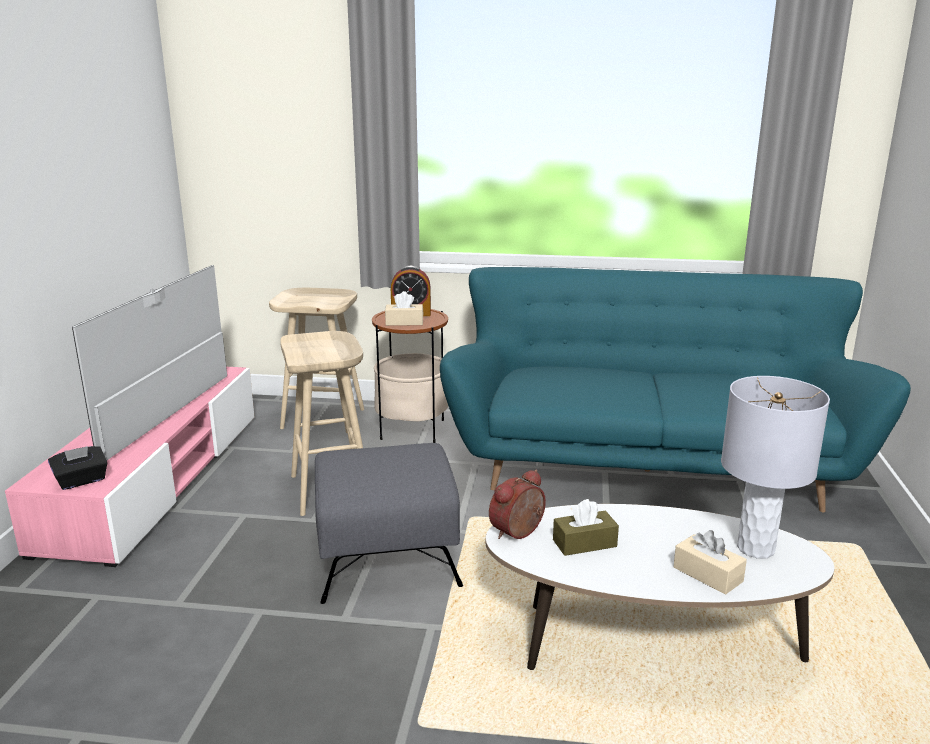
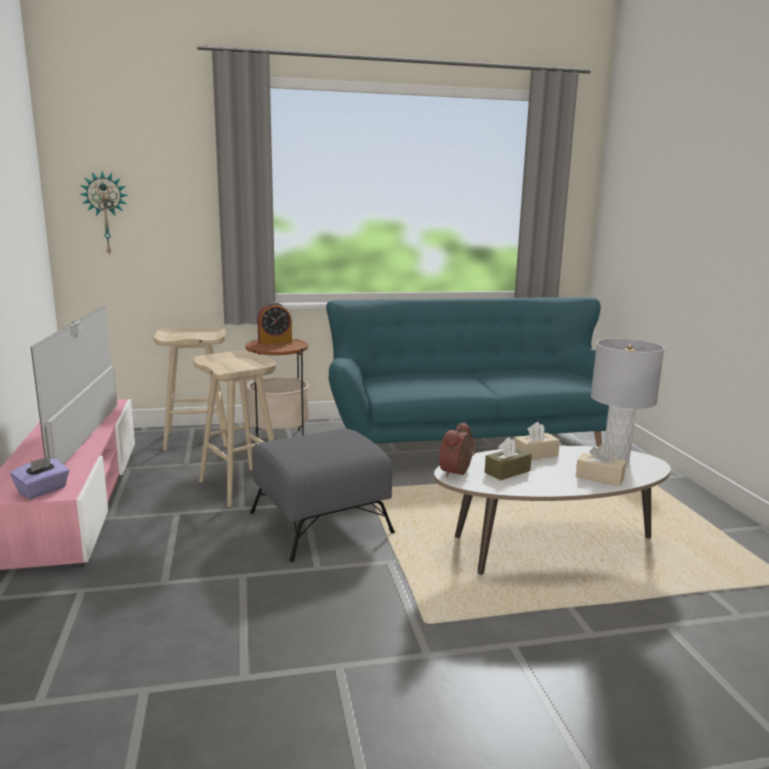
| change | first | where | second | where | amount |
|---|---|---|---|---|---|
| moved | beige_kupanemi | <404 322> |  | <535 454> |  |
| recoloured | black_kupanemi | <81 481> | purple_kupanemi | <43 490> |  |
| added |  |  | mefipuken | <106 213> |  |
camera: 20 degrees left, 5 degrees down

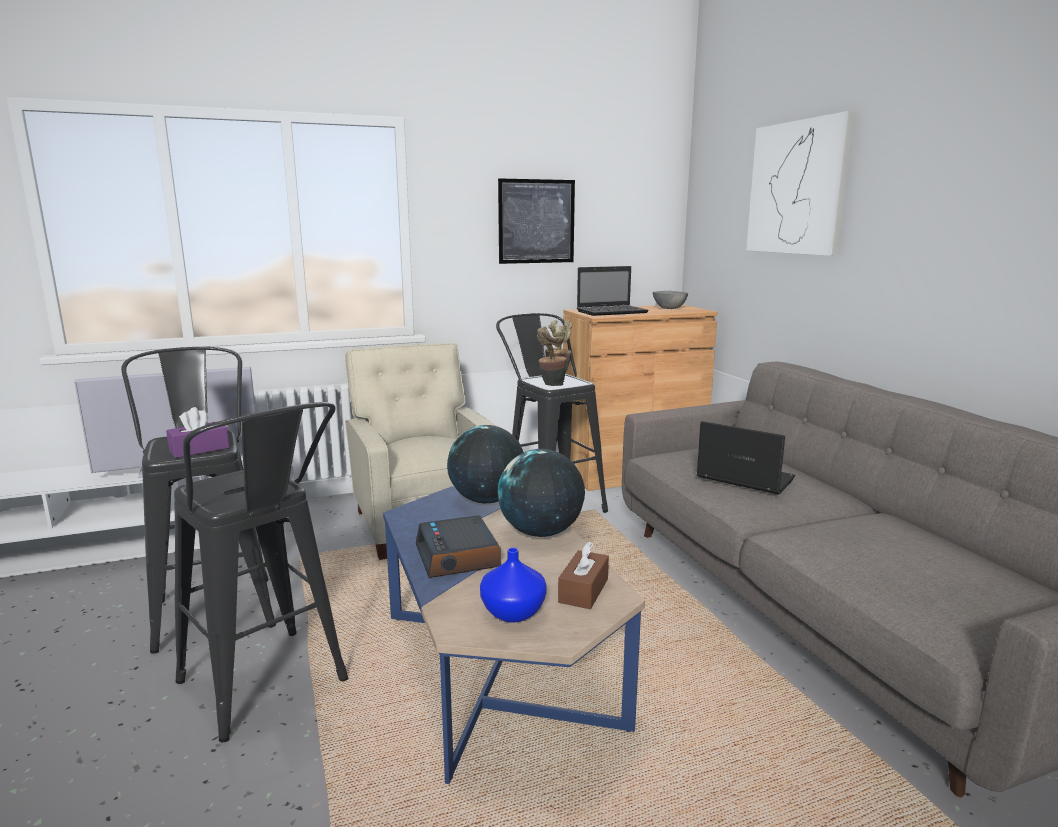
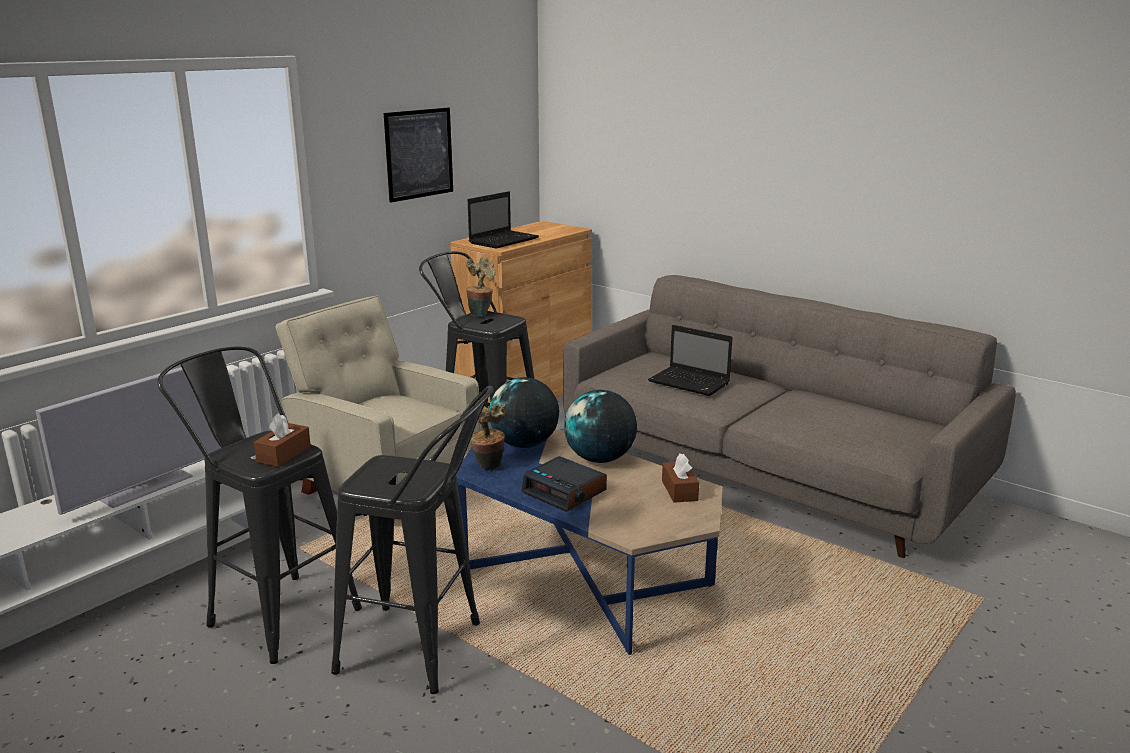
| change | first | where | second | where | amount |
|---|---|---|---|---|---|
| removed | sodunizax | <797 188> |  |  |  |
| removed | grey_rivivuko | <669 308> |  |  |  |
| moved | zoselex | <551 385> |  | <487 467> |  |
| recoloured | purple_kupanemi | <199 449> | brown_kupanemi | <284 454> |  |
| turned | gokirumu | <742 478> |  | <690 383> | 150 degrees counterclockwise |
| removed | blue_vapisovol | <513 613> |  |  |  |
camera: 30 degrees left, 5 degrees up

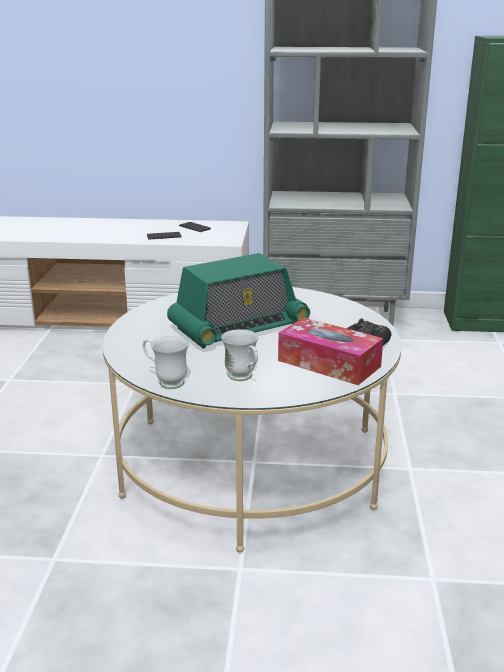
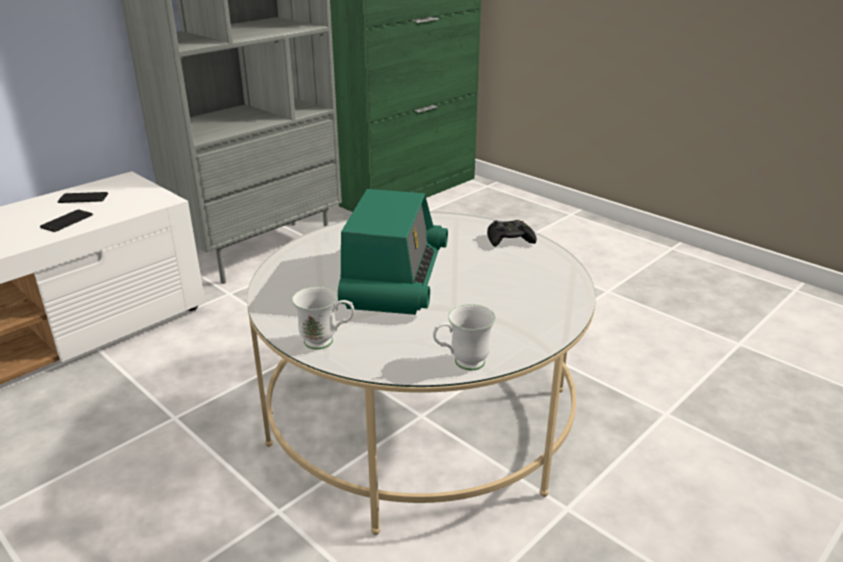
| change | first | where | second | where | amount |
|---|---|---|---|---|---|
| removed | kupanemi | <329 363> |  |  |  |
| moved | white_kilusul | <243 378> |  | <326 342> |  |
camera: 50 degrees left, 5 degrees up

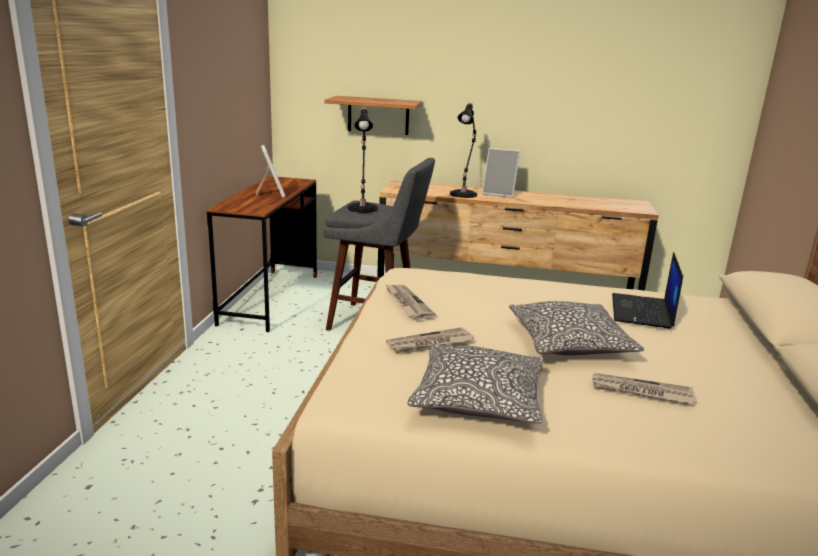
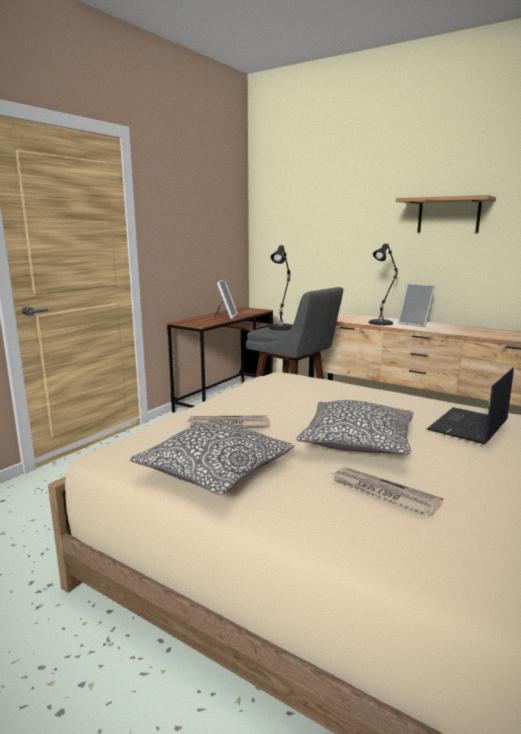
| change | first | where | second | where | amount |
|---|---|---|---|---|---|
| moved | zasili | <378 115> |  | <448 215> |  |
| removed | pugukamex | <407 303> |  |  |  |
camera: 25 degrees right, 5 degrees down

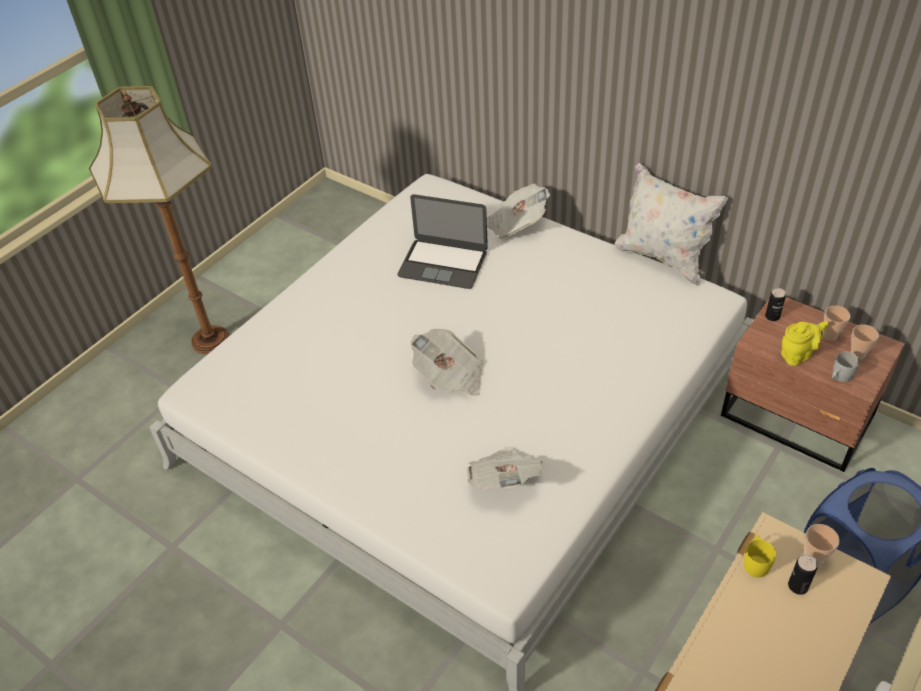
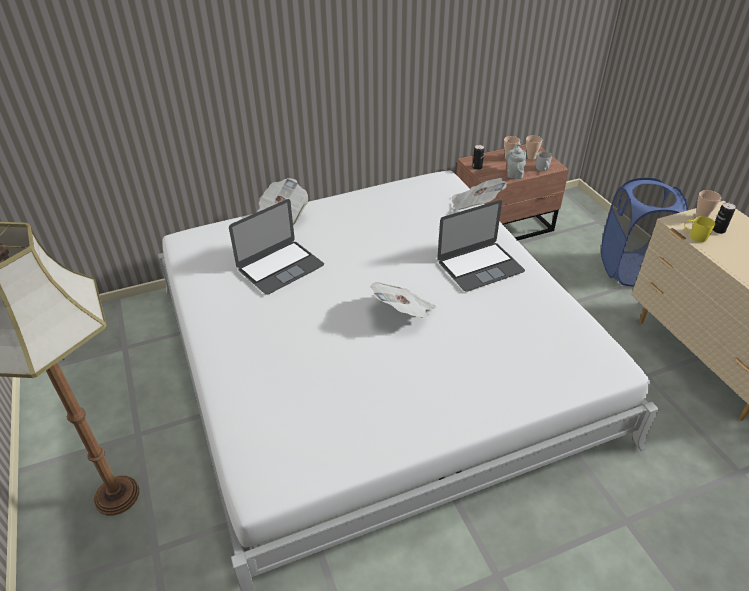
| change | first | where | second | where | amount |
|---|---|---|---|---|---|
| removed | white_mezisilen | <663 258> |  |  |  |
| recoloured | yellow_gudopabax | <797 355> | grey_gudopabax | <514 173> |  |
| moved | pugukamex | <504 480> |  | <475 206> |  |
| added |  |  | gokirumu | <480 266> |  |
camera: 60 degrees left, 5 degrees down

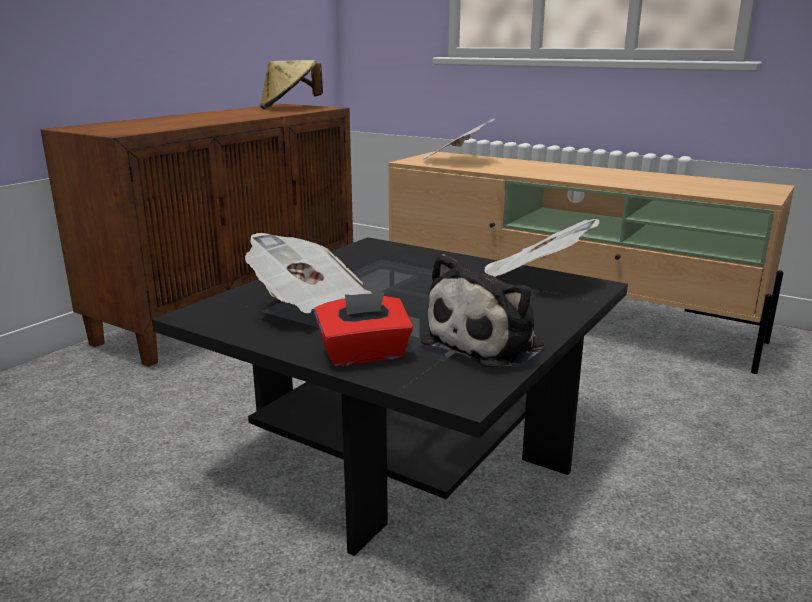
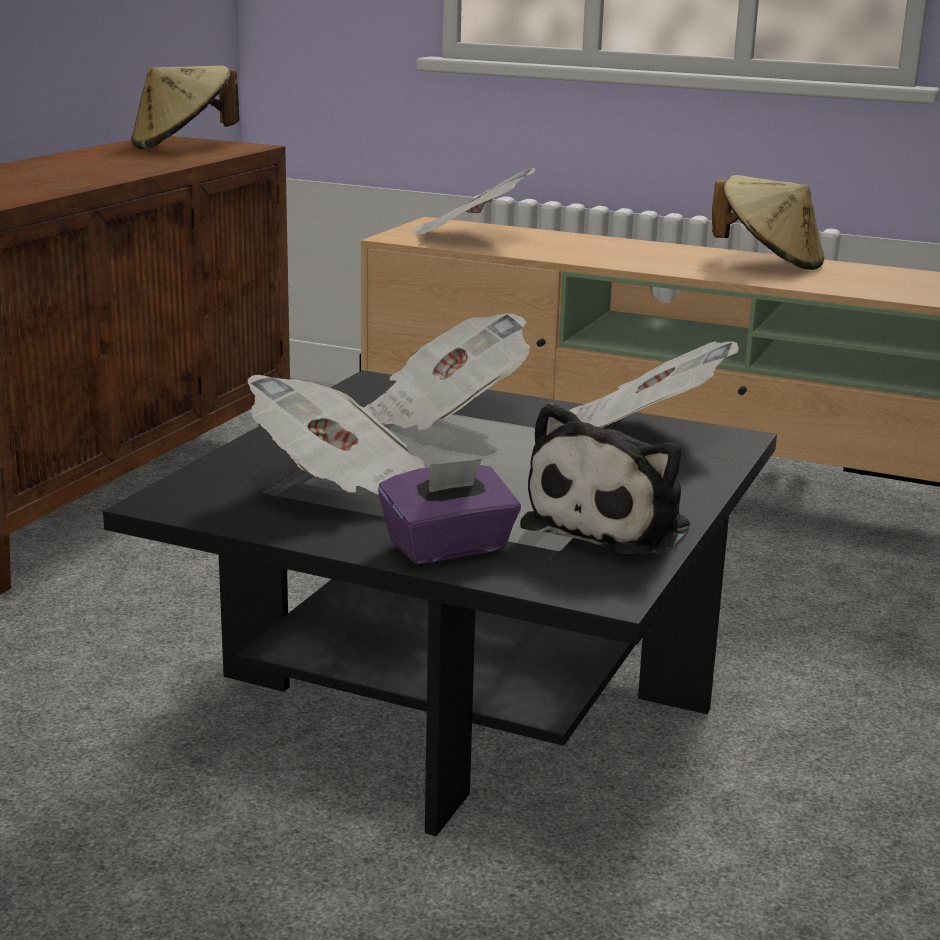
| change | first | where | second | where | amount |
|---|---|---|---|---|---|
| recoloured | red_kupanemi | <364 355> | purple_kupanemi | <449 548> |  |
| added |  |  | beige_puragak | <768 262> |  |
| added |  |  | pugukamex | <444 414> |  |
camera: 10 degrees left, 0 degrees up

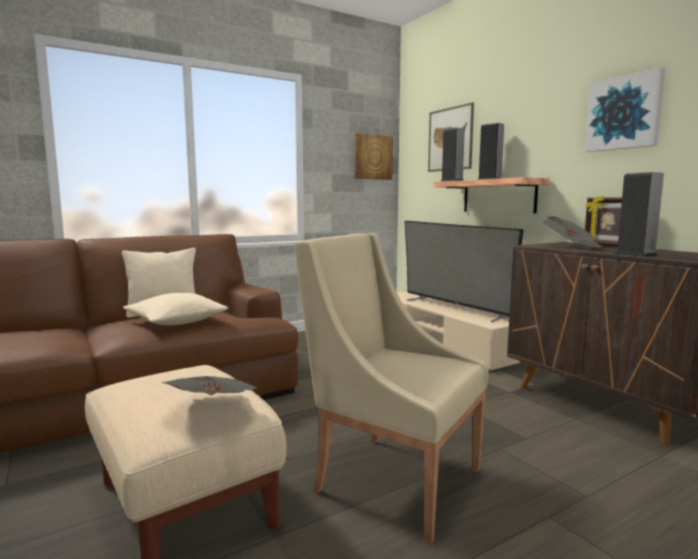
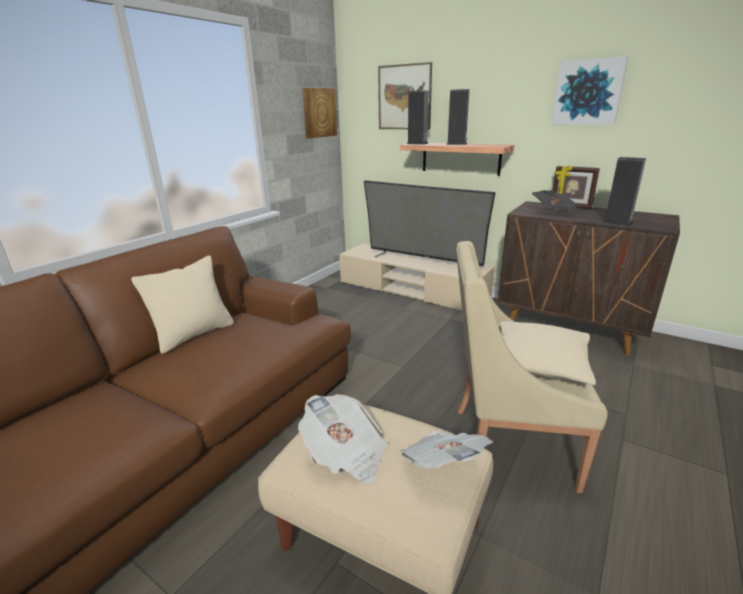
| change | first | where | second | where | amount |
|---|---|---|---|---|---|
| moved | beige_mezisilen | <176 321> |  | <539 363> |  |
| added |  |  | pugukamex | <346 454> |  |
camera: 25 degrees left, 15 degrees up

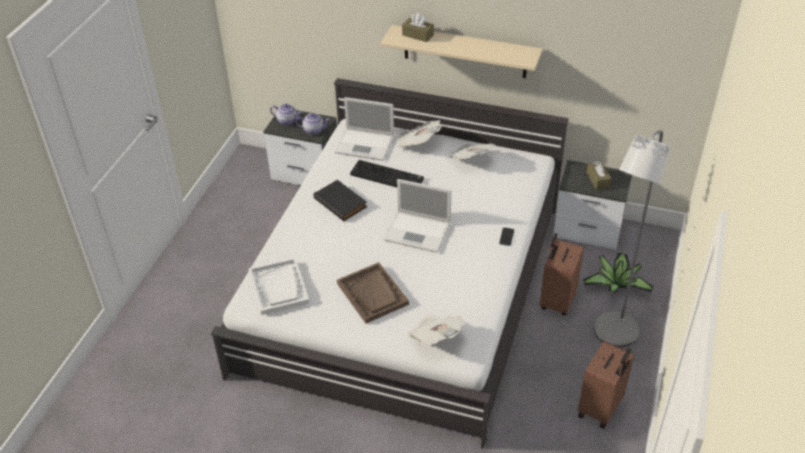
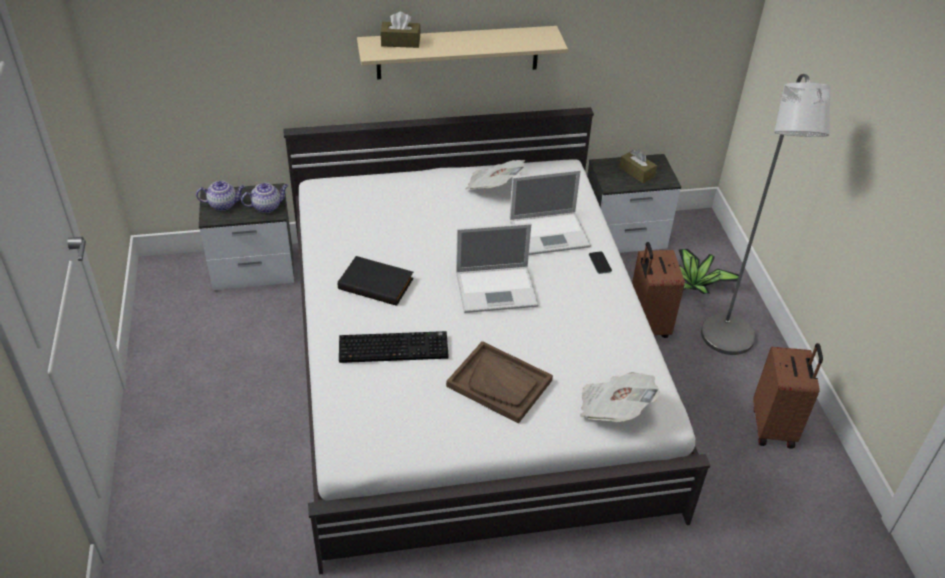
| change | first | where | second | where | amount |
|---|---|---|---|---|---|
| moved | gokirumu | <366 144> |  | <550 233> |  |
| removed | pugukamex | <418 143> |  |  |  |
| moved | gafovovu | <388 176> |  | <394 347> |  |
| removed | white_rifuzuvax | <279 287> |  |  |  |
camera: 30 degrees left, 0 degrees up

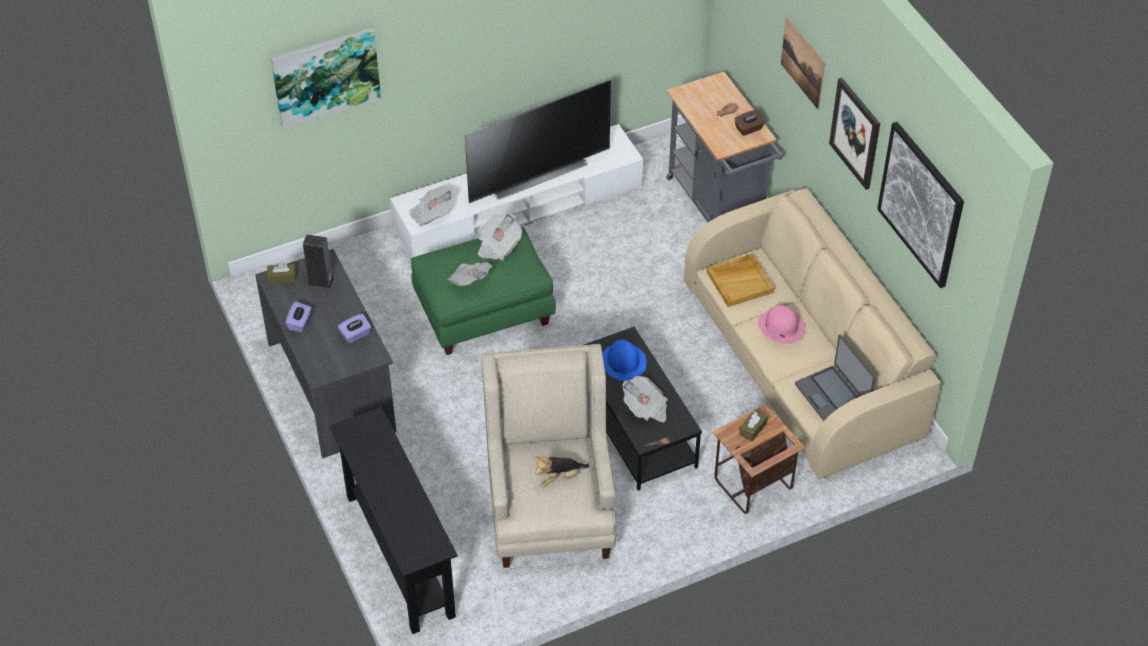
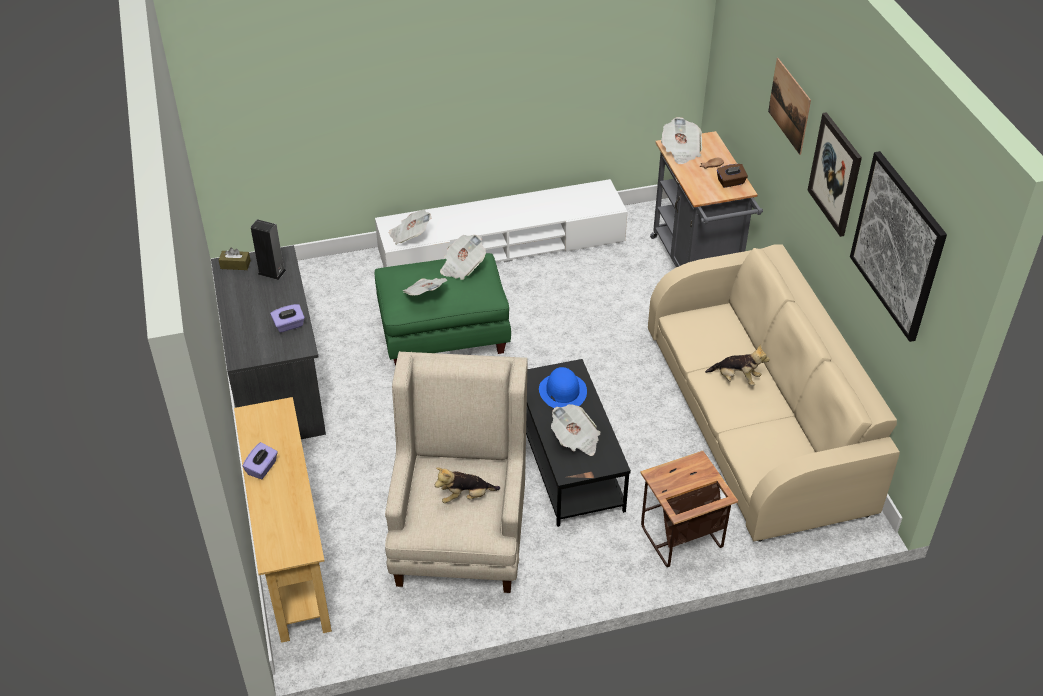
| change | first | where | second | where | amount |
|---|---|---|---|---|---|
| removed | sodunizax | <326 76> |  |  |  |
| removed | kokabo | <537 173> |  |  |  |
| removed | beige_rifuzuvax | <740 281> |  |  |  |
| moved | purple_kupanemi | <300 323> |  | <262 468> |  |
| replaced | pink_puragak | <781 326> | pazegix | <736 379> |  |
| removed | gokirumu | <832 396> |  |  |  |
| recoloured | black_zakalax | <399 555> | beige_zakalax | <291 557> |  |
| removed | brown_kupanemi | <753 429> |  |  |  |
| added |  |  | pugukamex | <681 151> |  |
camera: 10 degrees right, 5 degrees down

